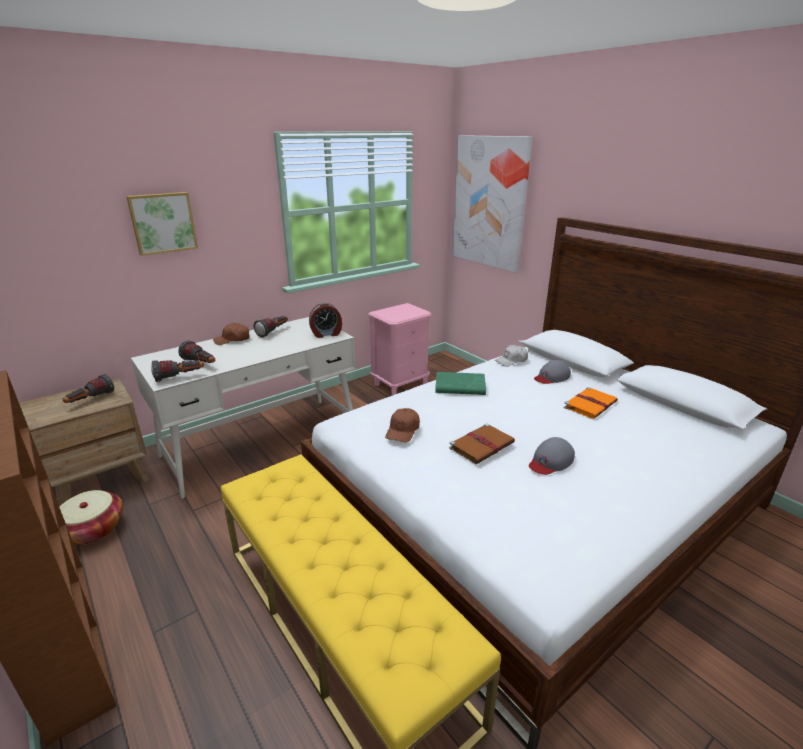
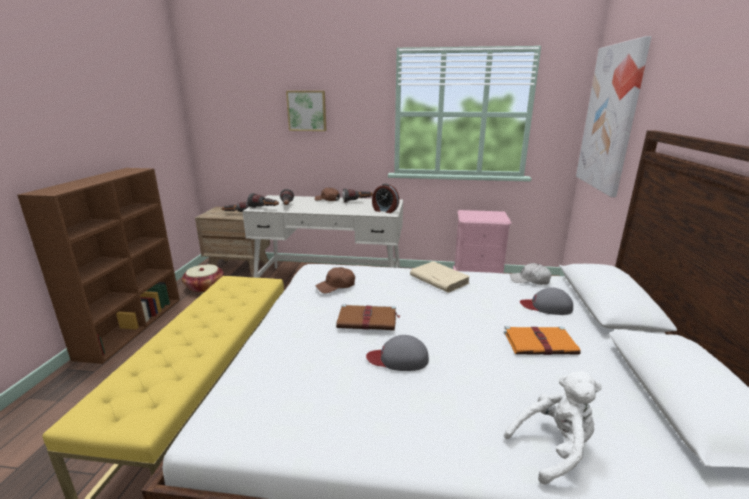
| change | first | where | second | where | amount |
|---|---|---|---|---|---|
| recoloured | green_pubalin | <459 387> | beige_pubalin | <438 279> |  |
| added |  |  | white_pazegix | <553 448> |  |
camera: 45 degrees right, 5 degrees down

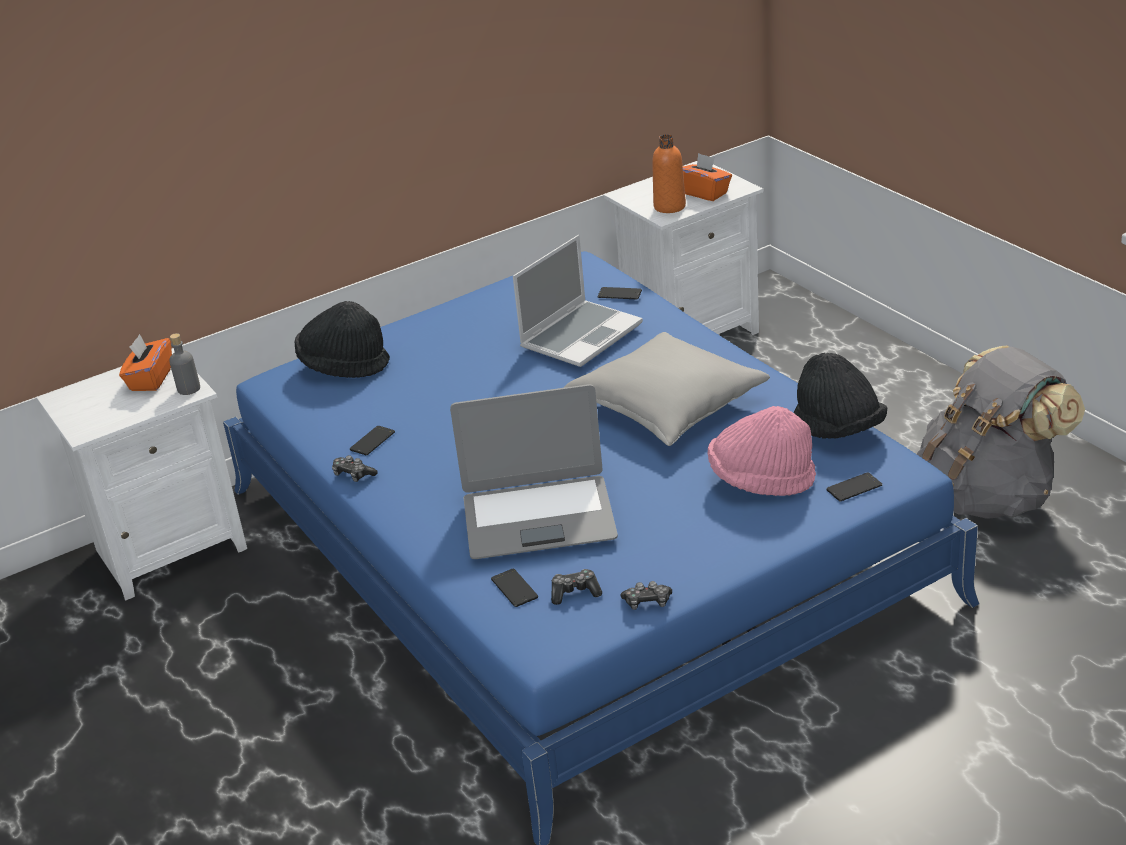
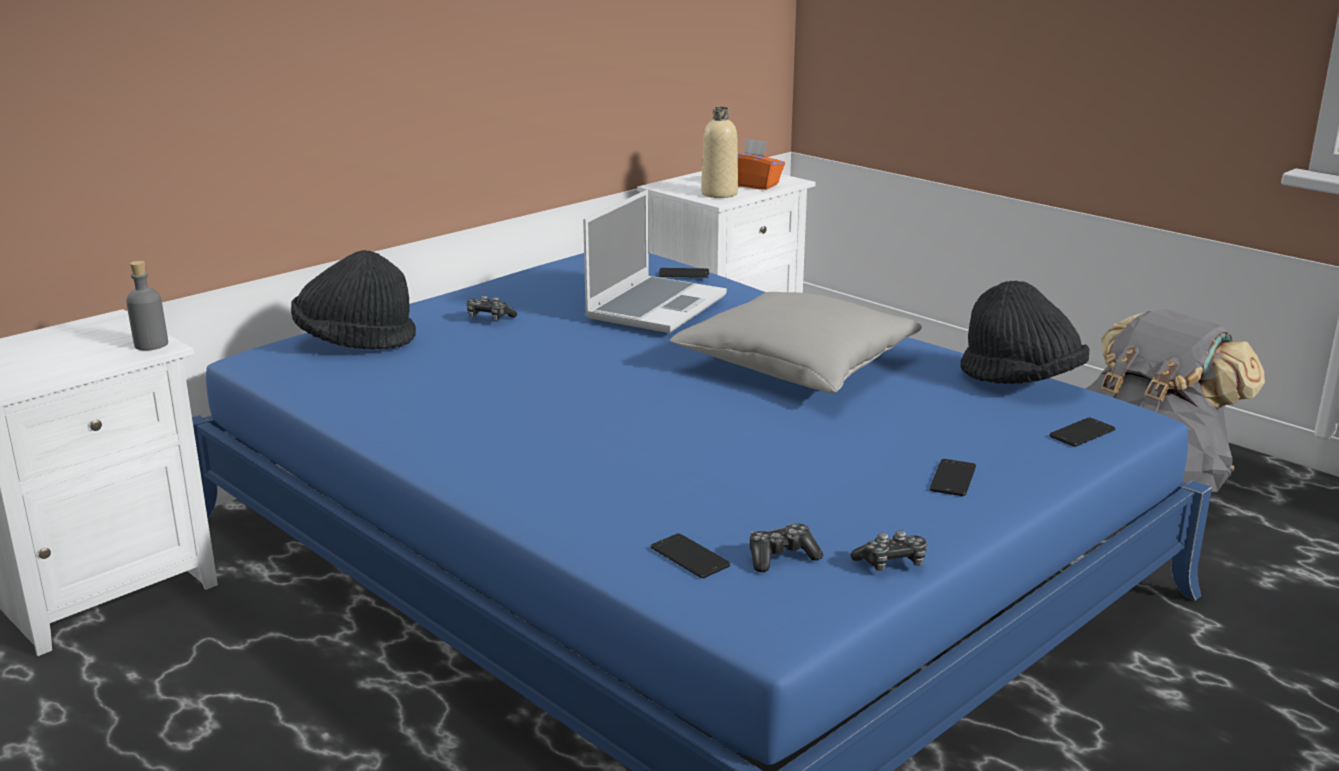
| change | first | where | second | where | amount |
|---|---|---|---|---|---|
| recoloured | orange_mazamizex | <669 207> | beige_mazamizex | <719 194> |  |
| removed | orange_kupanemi | <150 379> |  |  |  |
| removed | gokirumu | <538 518> |  |  |  |
| removed | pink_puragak | <761 480> |  |  |  |
| moved | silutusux | <372 441> |  | <953 478> |  |
| moved | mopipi | <353 475> |  | <489 318> |  |
camera: 15 degrees left, 10 degrees down

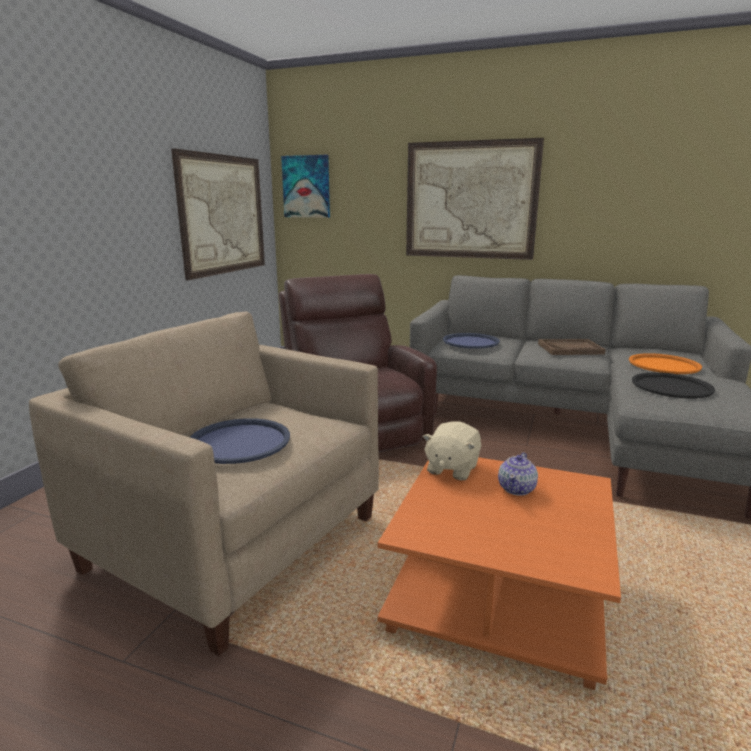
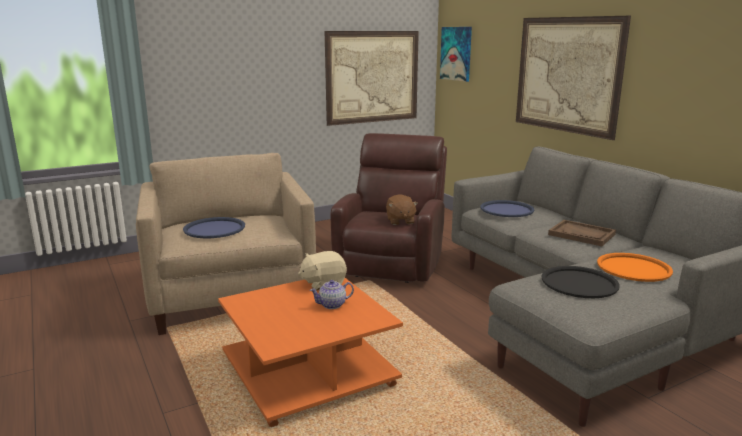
| change | first | where | second | where | amount |
|---|---|---|---|---|---|
| added |  |  | brown_pazegix | <400 221> |  |
camera: 40 degrees right, 0 degrees up

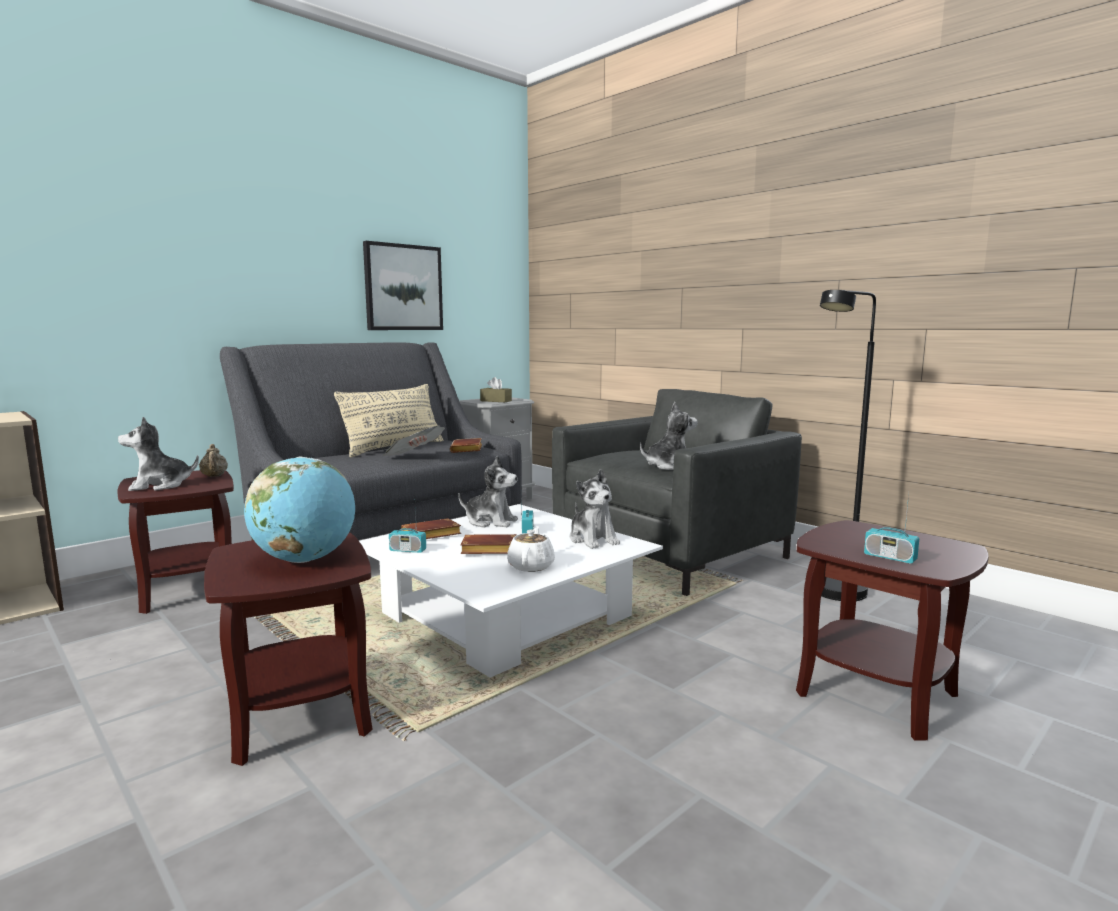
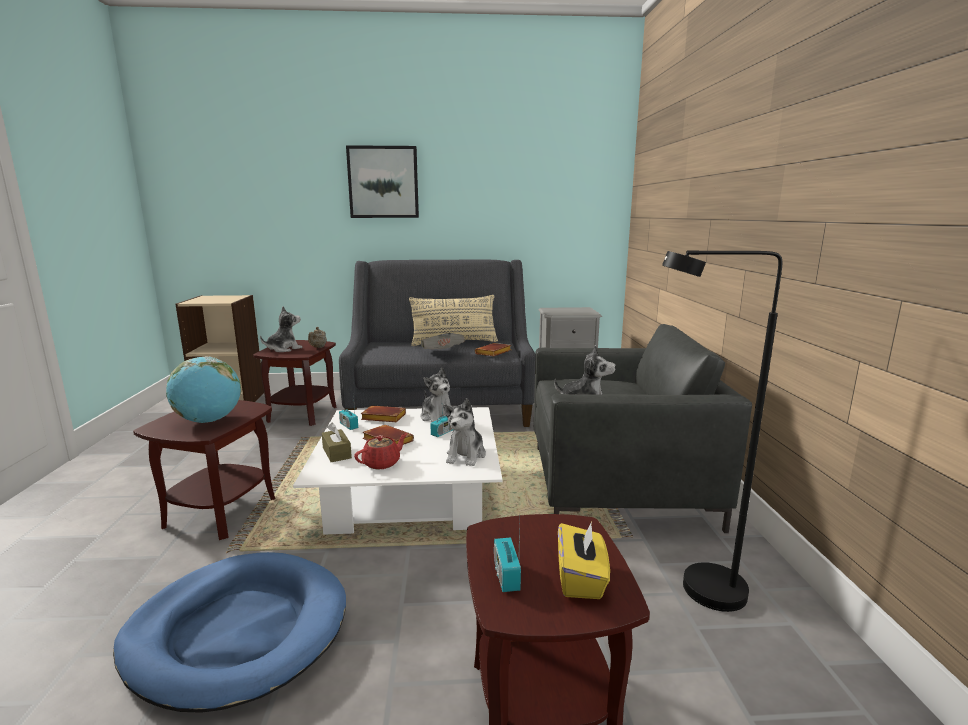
| change | first | where | second | where | amount |
|---|---|---|---|---|---|
| moved | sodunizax | <403 287> |  | <383 182> |  |
| moved | brown_kupanemi | <496 401> |  | <336 453> |  |
| turned | pazegix | <159 486> |  | <284 349> | 120 degrees clockwise |
| recoloured | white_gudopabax | <531 566> | red_gudopabax | <382 463> |  |
| added |  |  | yellow_kupanemi | <581 579> |  |
| added |  |  | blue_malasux | <238 631> |  |
camera: 40 degrees right, 5 degrees up

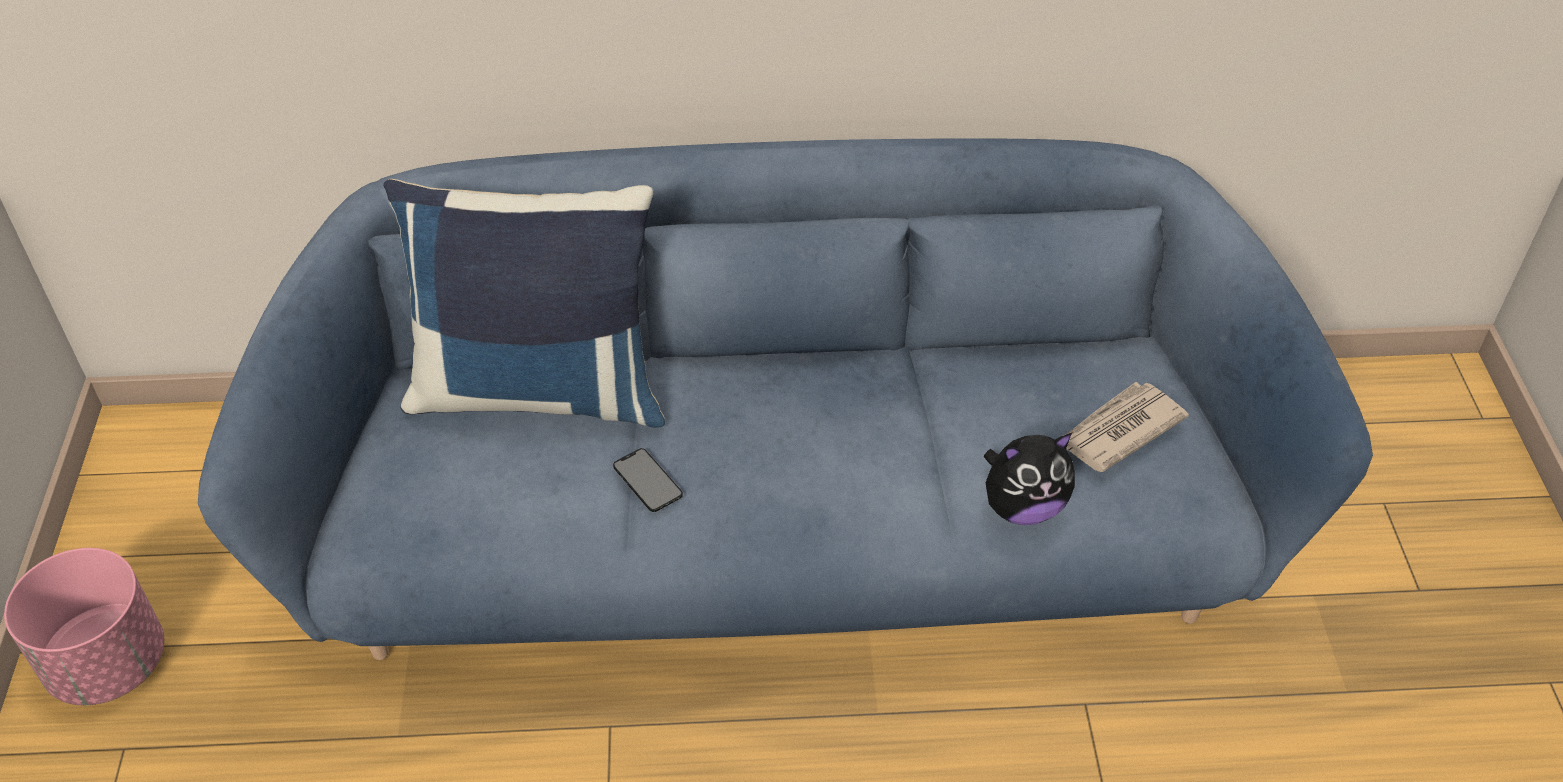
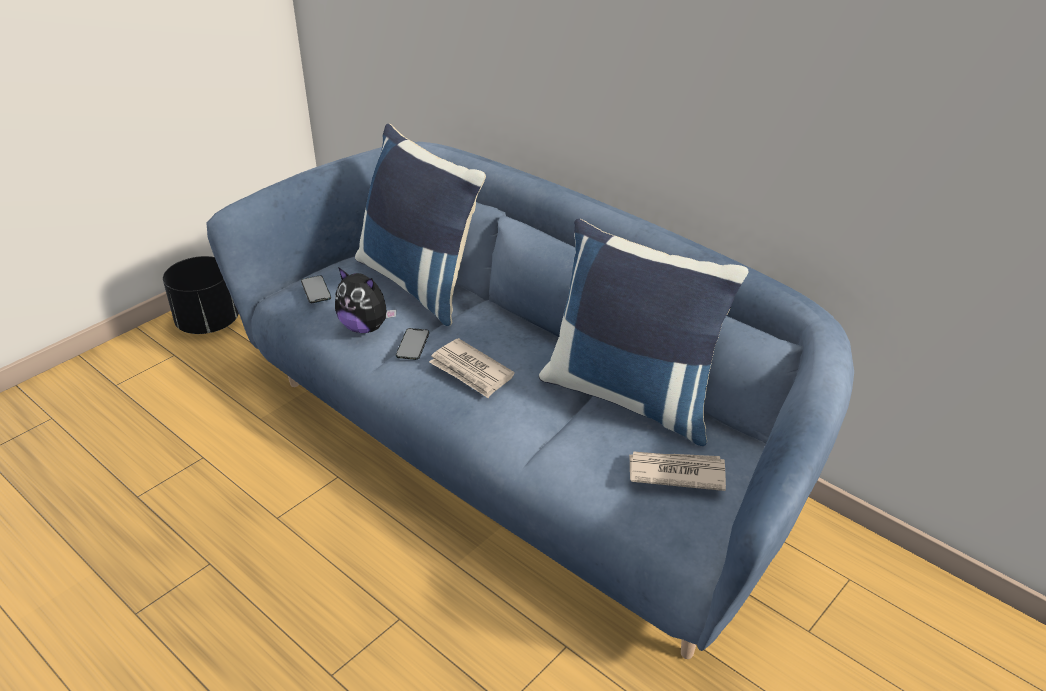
| change | first | where | second | where | amount |
|---|---|---|---|---|---|
| moved | pazegix | <1022 507> |  | <365 327> |  |
| recoloured | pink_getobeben | <108 664> | black_getobeben | <208 323> |  |
| added |  |  | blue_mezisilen | <632 396> |  |
| added |  |  | silutusux | <316 289> |  |
| added |  |  | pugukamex | <471 371> |  |
camera: 45 degrees right, 10 degrees down

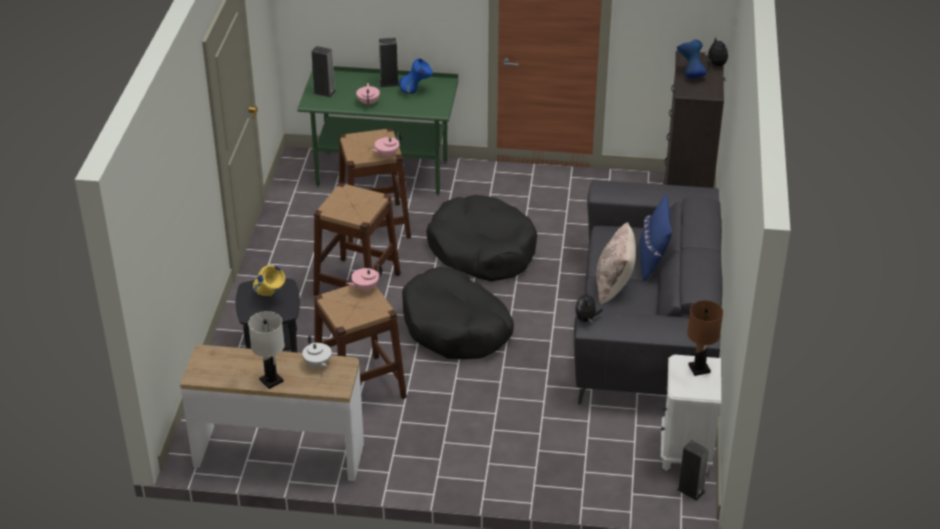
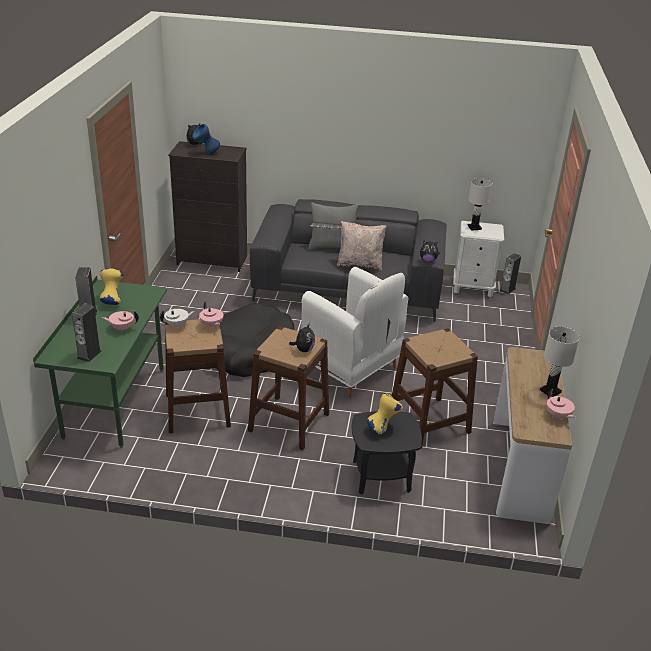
| change | first | where | second | where | amount |
|---|---|---|---|---|---|
| recoloured | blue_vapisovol | <416 91> | yellow_vapisovol | <112 301> |  |
| recoloured | blue_mezisilen | <653 261> | grey_mezisilen | <332 248> |  |
| moved | pink_gudopabax | <365 287> |  | <558 416> |  |
| replaced | black_malasux | <456 327> | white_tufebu | <351 370> |  |
| recoloured | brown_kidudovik | <699 369> | white_kidudovik | <474 227> |  |
| moved | white_gudopabax | <317 364> |  | <177 325> |  |
| added |  |  | pazegix | <303 350> |  |
camera: 90 degrees left, 5 degrees down

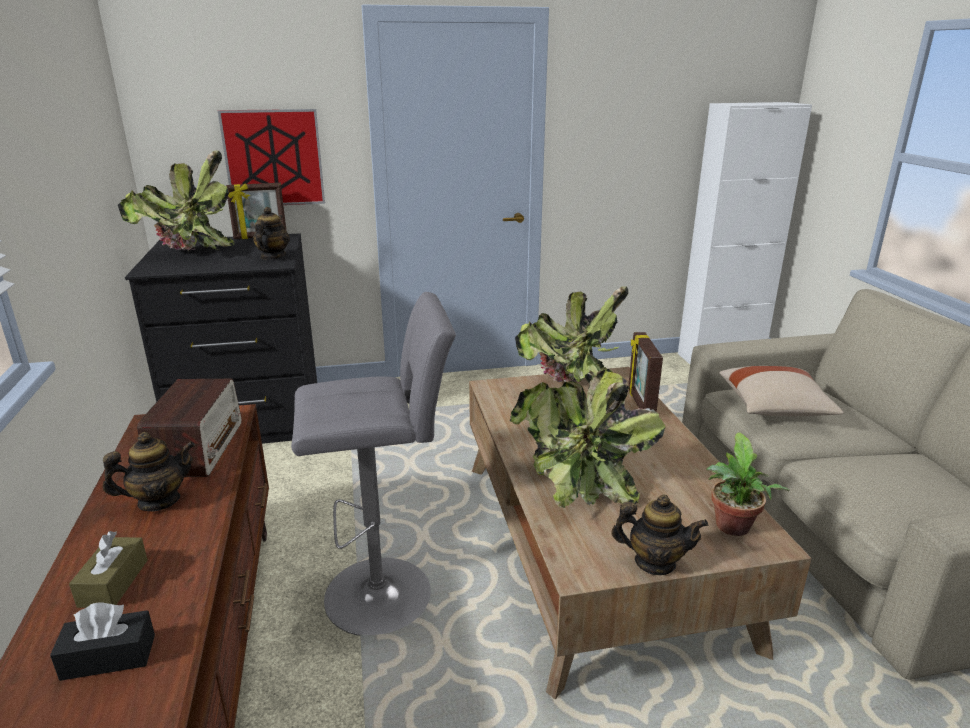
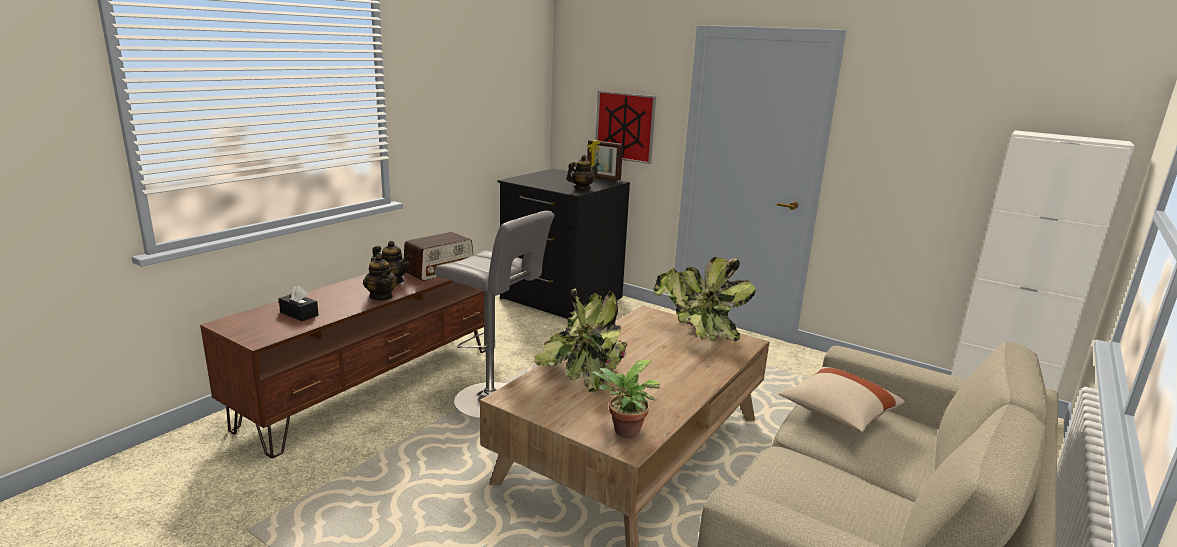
| change | first | where | second | where | amount |
|---|---|---|---|---|---|
| removed | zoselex | <190 254> |  |  |  |
| removed | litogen | <640 403> |  |  |  |
| moved | gudopabax | <654 562> |  | <381 297> |  |
| removed | brown_kupanemi | <113 583> |  |  |  |
camera: 45 degrees right, 5 degrees down

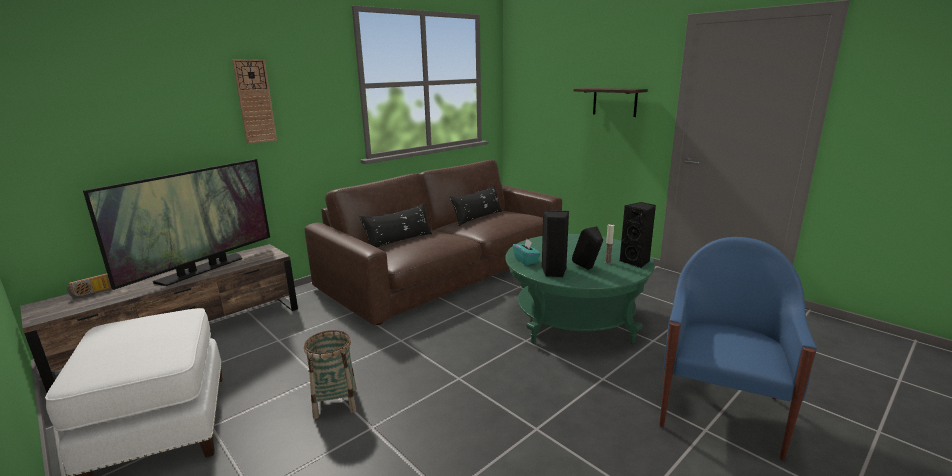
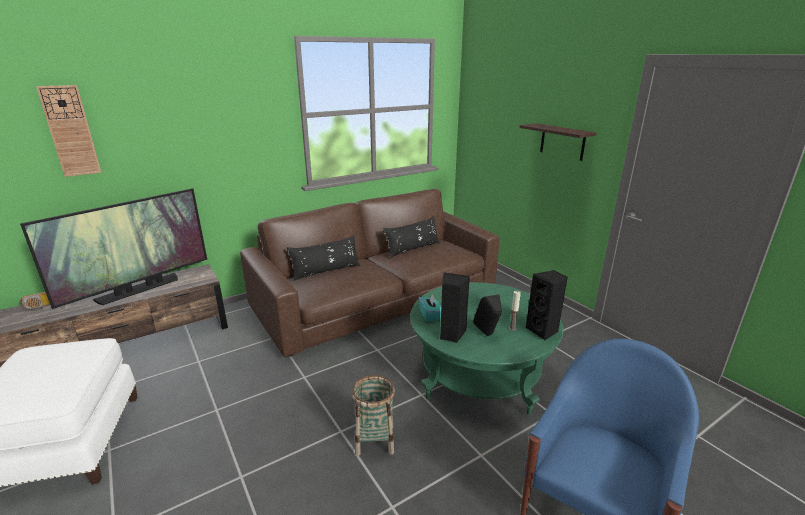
| change | first | where | second | where | amount |
|---|---|---|---|---|---|
| moved | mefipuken | <255 101> |  | <70 131> |  |
| moved | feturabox | <335 402> |  | <374 440> |  |
camera: 10 degrees right, 5 degrees up

